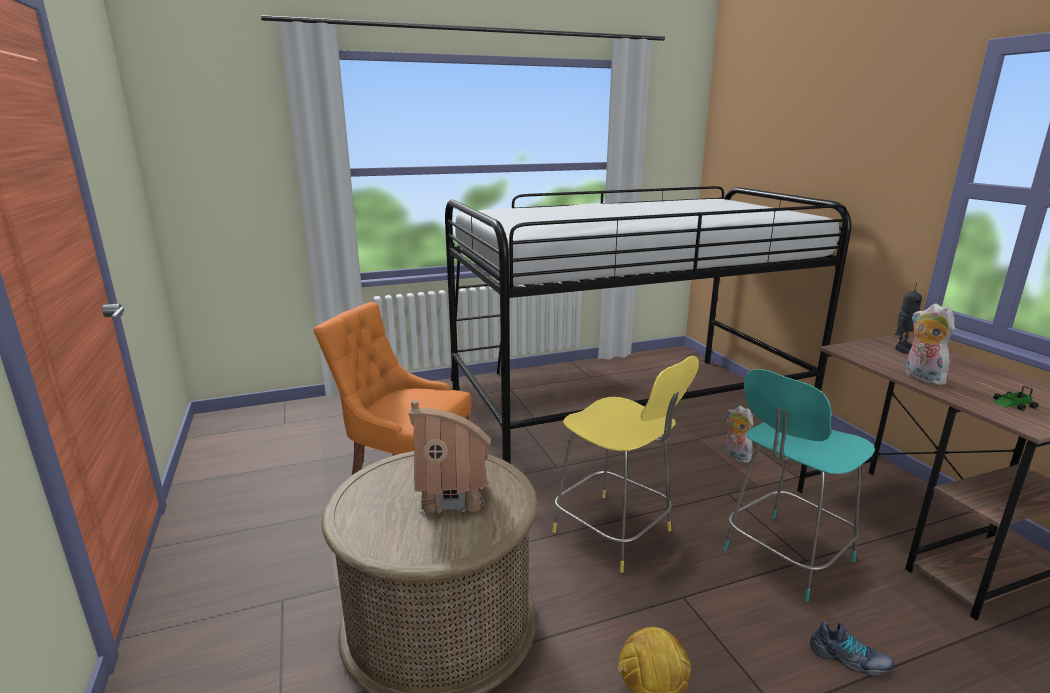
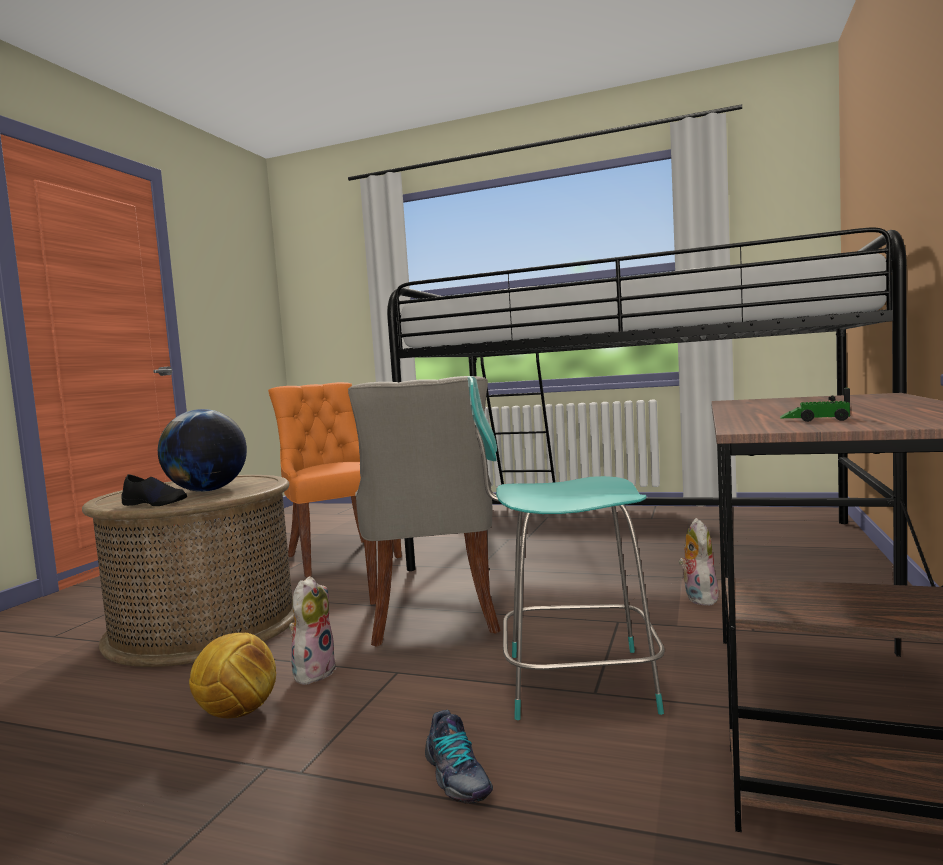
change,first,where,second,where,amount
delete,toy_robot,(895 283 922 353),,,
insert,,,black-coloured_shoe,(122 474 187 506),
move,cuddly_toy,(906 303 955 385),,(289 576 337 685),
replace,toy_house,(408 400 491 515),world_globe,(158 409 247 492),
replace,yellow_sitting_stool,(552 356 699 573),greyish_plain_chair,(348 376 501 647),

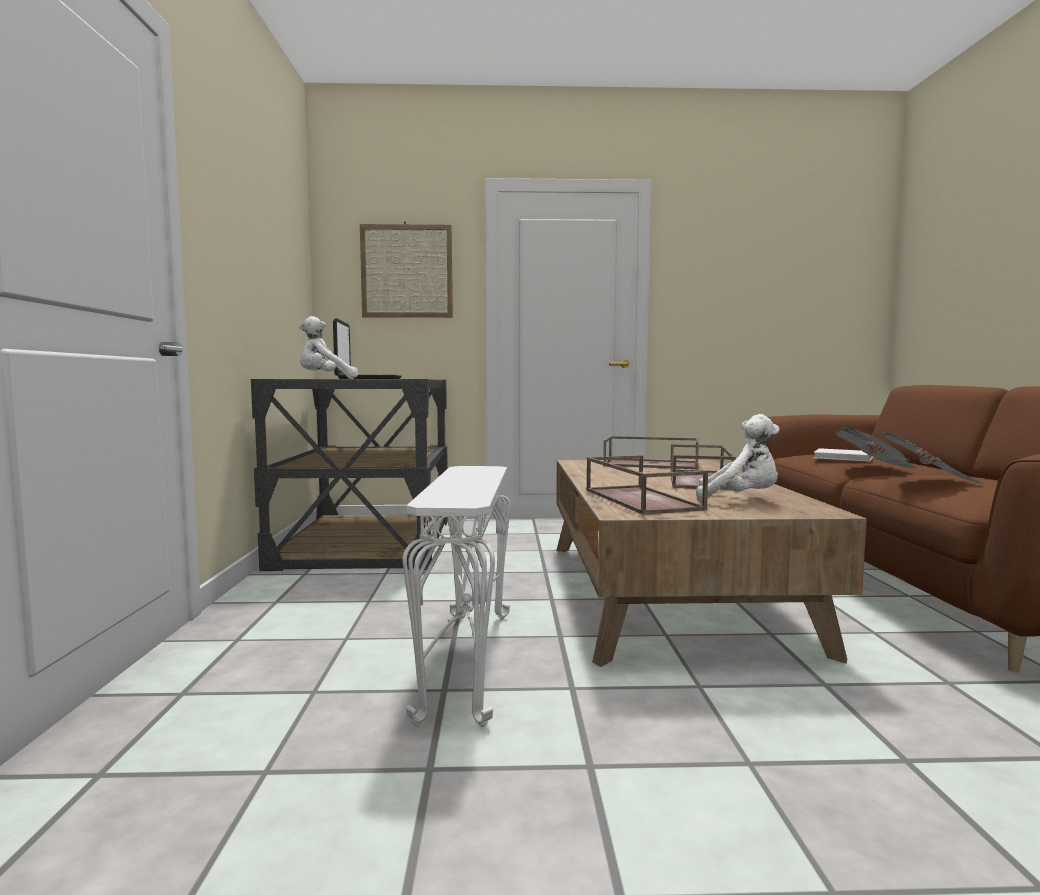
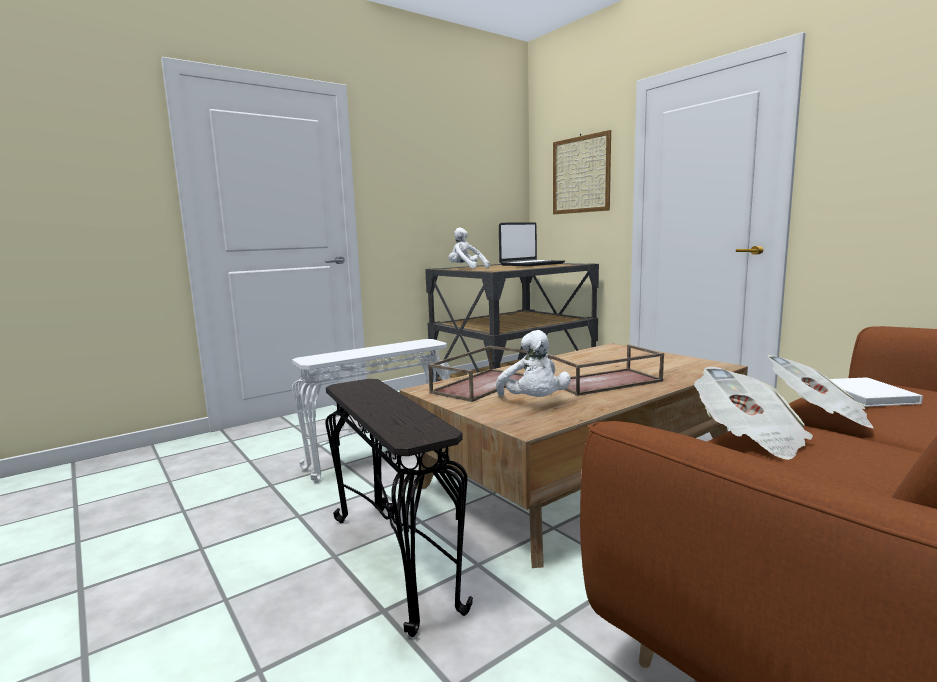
change,first,where,second,where,amount
delete,brown-coloured_serving_tray,(603 436 699 469),,,
insert,,,black-coloured_end_table,(325 379 473 637),

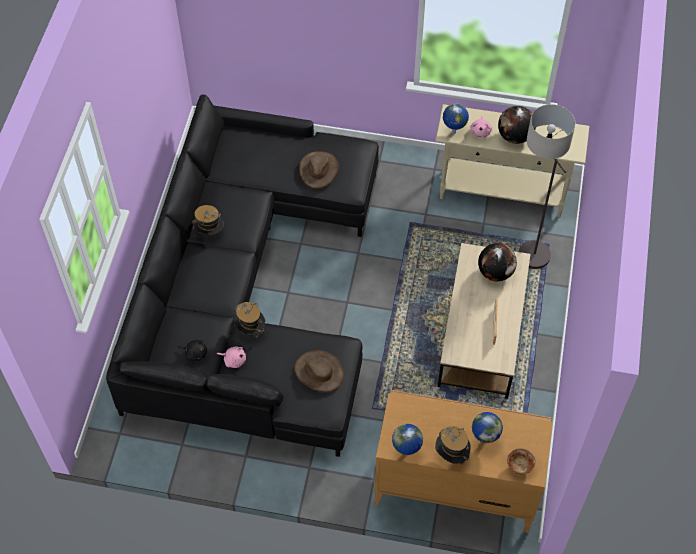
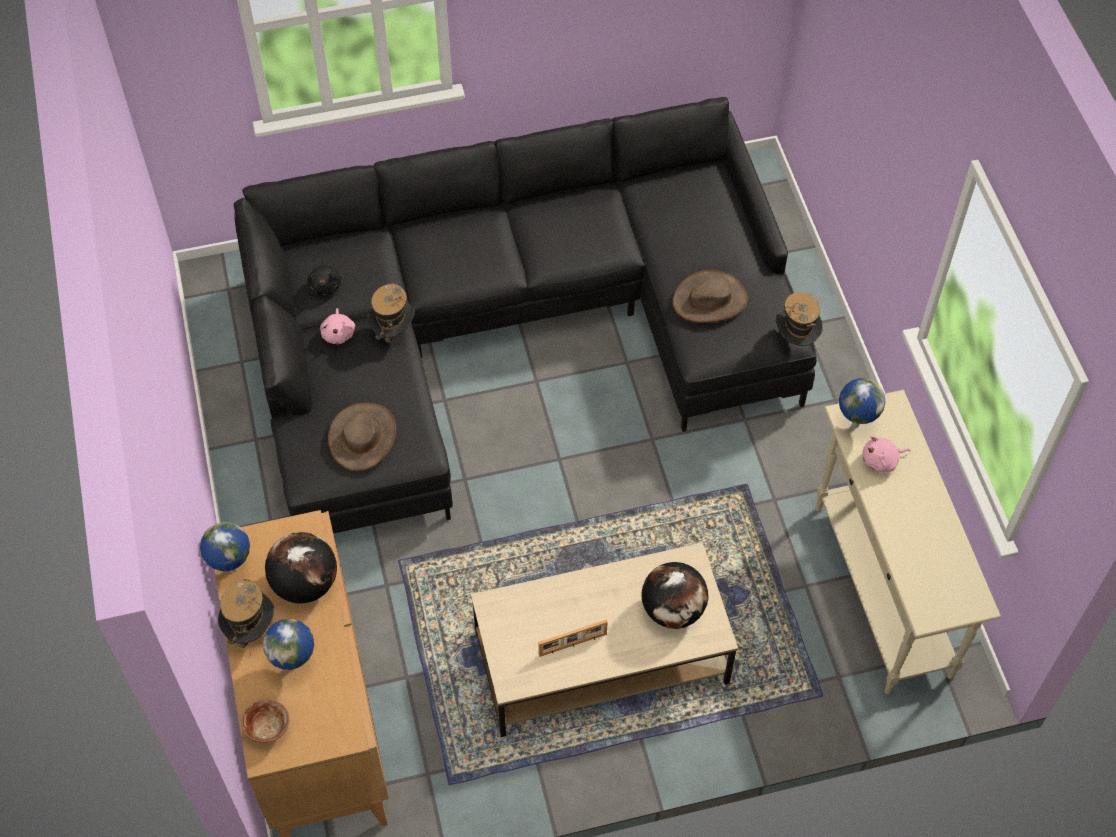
change,first,where,second,where,amount
delete,greyish_standard_lamp,(519 104 575 269),,,
move,wearable_hat,(192 205 224 236),,(776 292 823 346),
move,world_globe,(498 106 536 144),,(265 532 337 603),

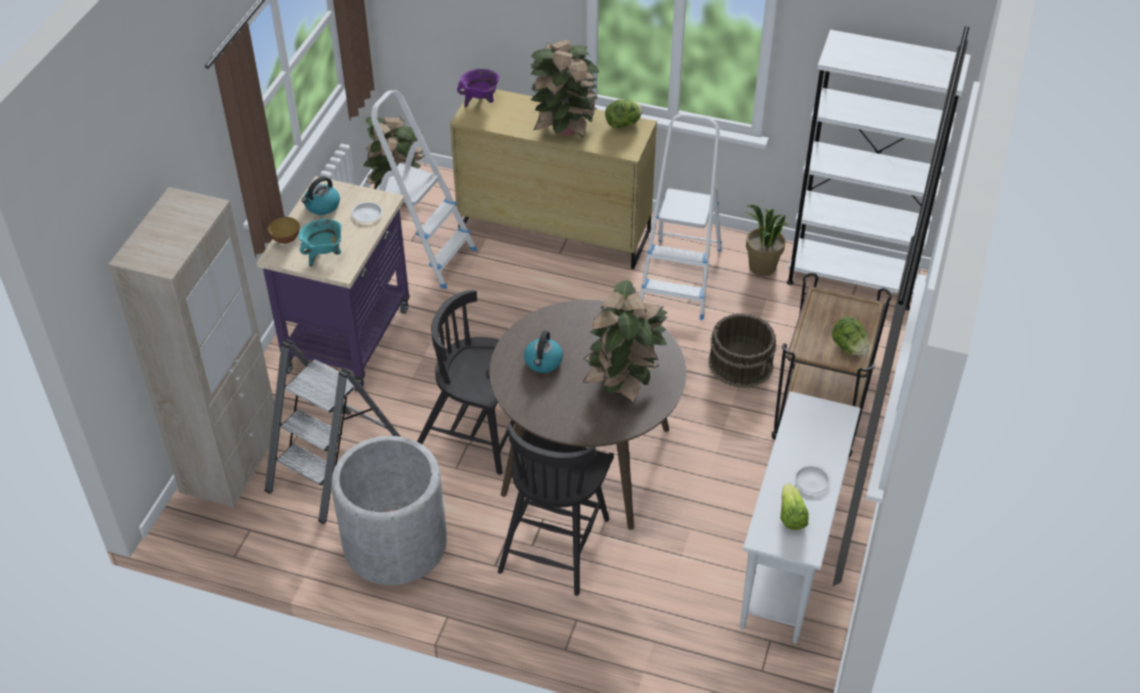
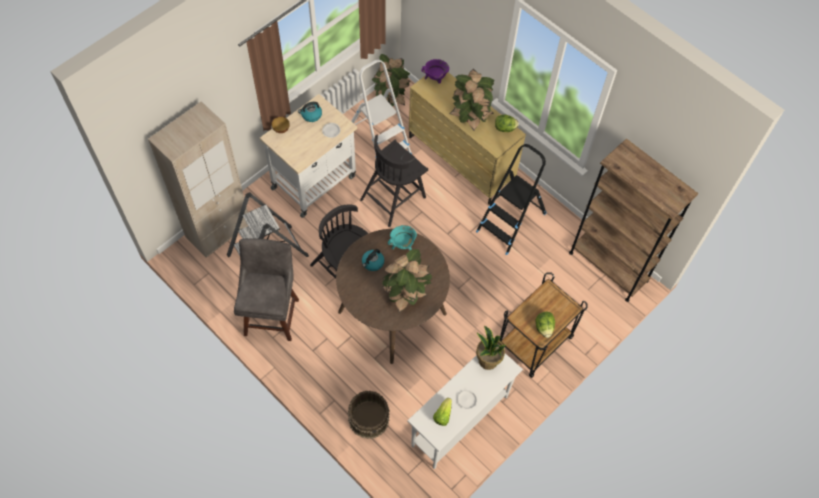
change,first,where,second,where,amount
move,turquoise-coloured_cooking_pot,(298 219 342 267),,(388 225 417 250),
move,black-coloured_plain_chair,(498 422 614 596),,(360 134 428 227),
move,brown-coloured_pail,(708 313 776 388),,(348 391 390 439),
move,houseplant,(746 205 790 276),,(476 326 506 370),
replace,greyish_planter,(331 436 447 585),greyish_sitting_stool,(234 238 299 341),
recolor,purplish_cart,(257 176 410 392),whitish_cart,(260 94 357 218),
recolor,whitish_stepladder,(640 113 722 320),black-coloured_stepladder,(476 144 547 255),
recolor,whitish_shelving_unit,(787 30 971 310),brown-coloured_shelving_unit,(569 139 698 302),

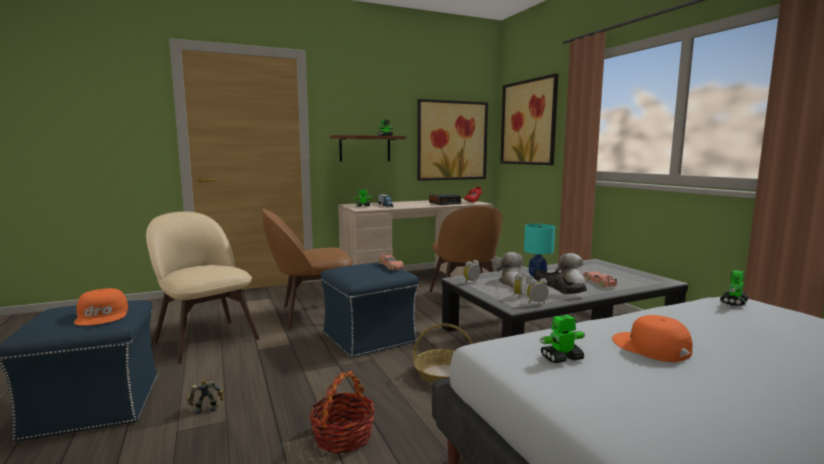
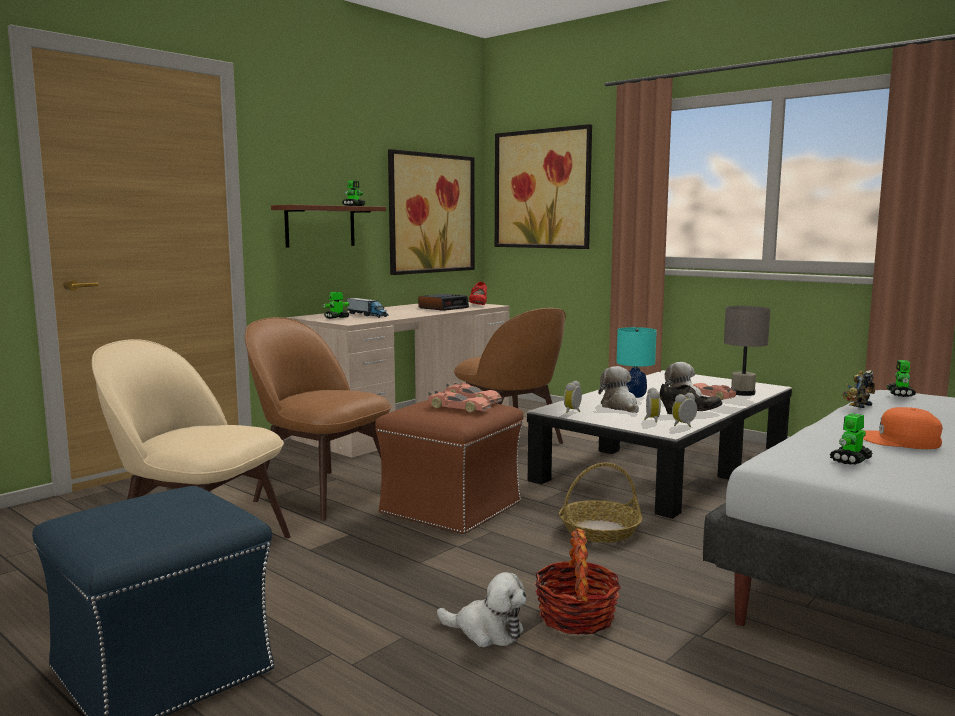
change,first,where,second,where,amount
delete,orange_baseball_cap,(74 288 128 326),,,
insert,,,miniature_car,(428 390 491 412),
insert,,,cuddly_toy,(437 572 527 647),
insert,,,greyish_table_lamp,(724 306 770 396),
move,toy_robot,(186 380 224 414),,(842 370 875 408),
recolor,blue_ottoman,(320 262 419 358),brown-coloured_ottoman,(375 400 524 535),
rotate,brown-coloured_plain_chair,(262 208 353 330),,(245 317 392 521),75 degrees clockwise

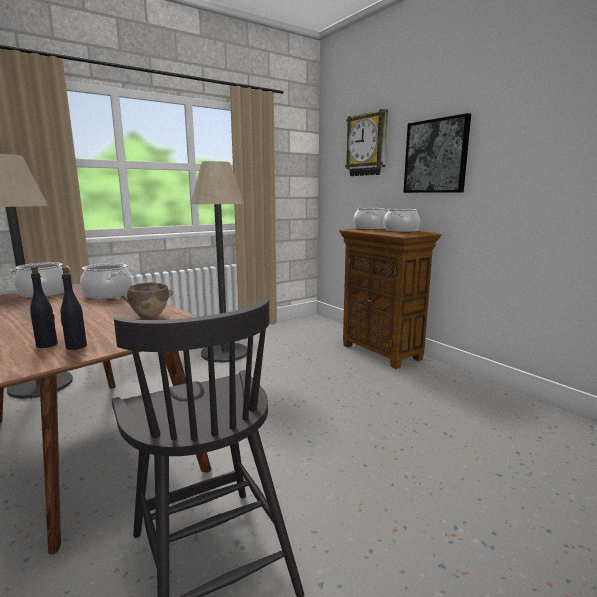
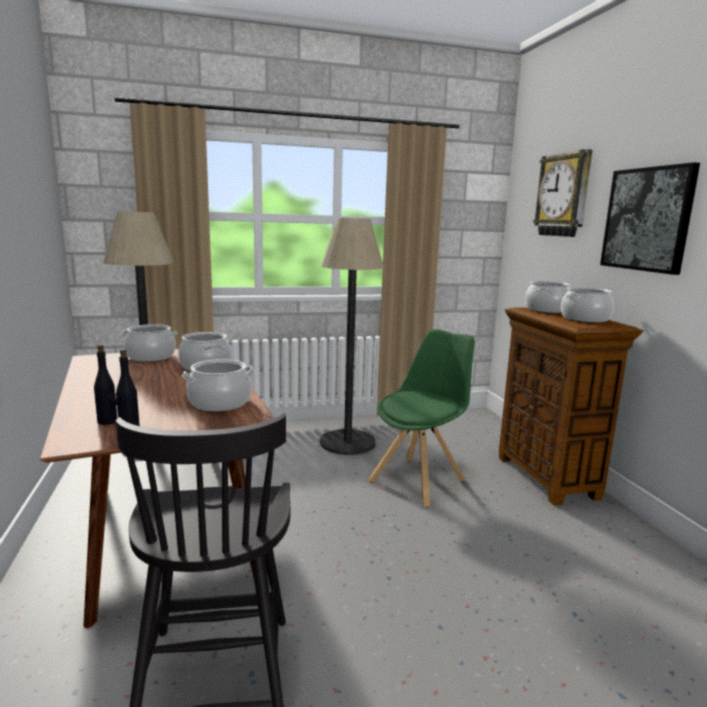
change,first,where,second,where,amount
insert,,,green_plain_chair,(368 329 475 507),
replace,brown-coloured_bowl,(122 282 173 319),cooking_pot,(182 359 254 411),

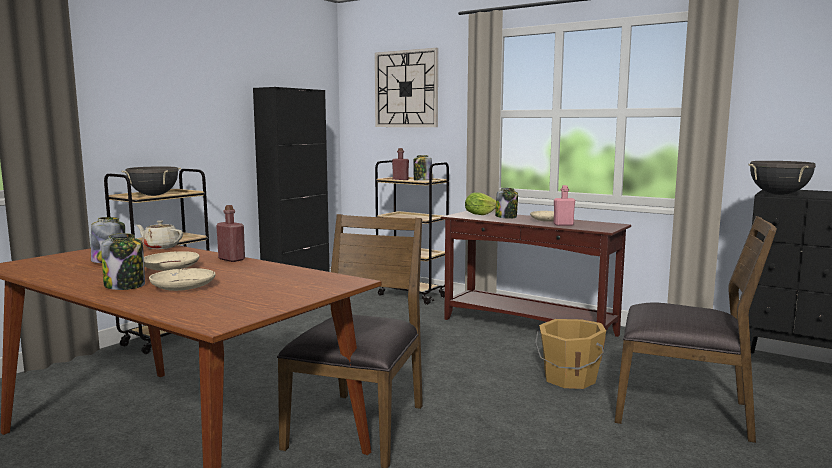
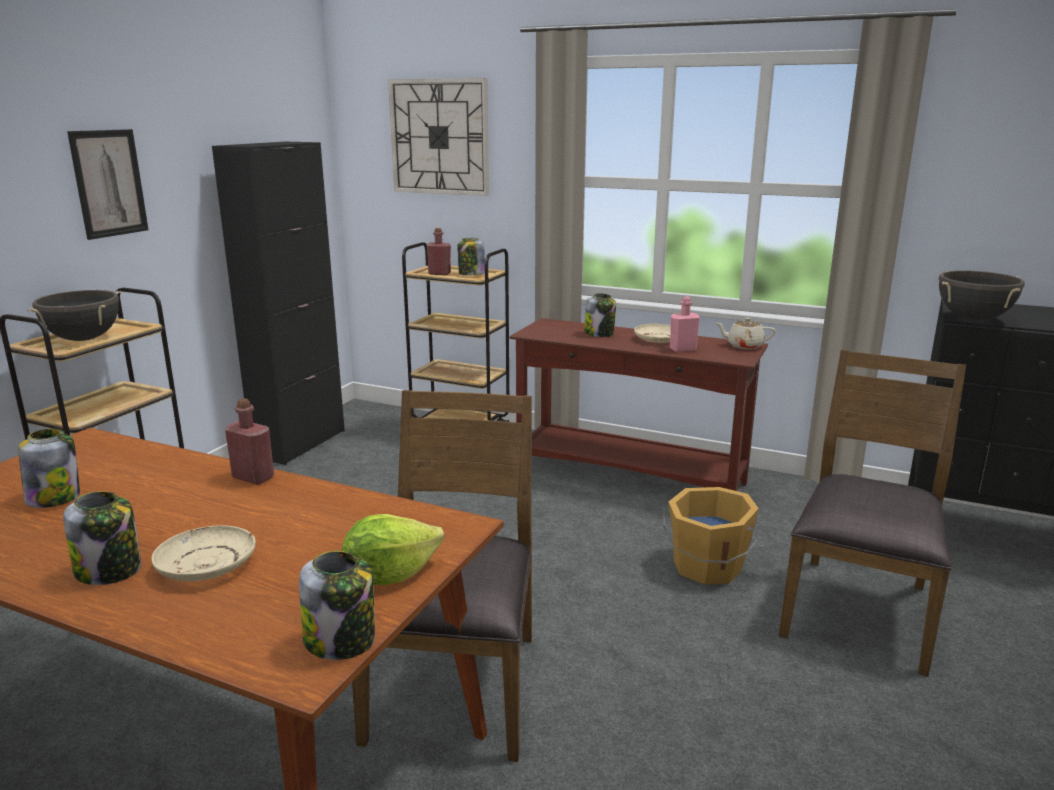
change,first,where,second,where,amount
delete,beige-coloured_dinner_plate,(144 251 199 271),,,
insert,,,picture,(67 129 149 240),
insert,,,preserve_jar,(299 551 375 660),
move,beige-coloured_pot_for_tea,(136 220 183 249),,(716 318 775 349),
move,lettuce_head,(465 193 496 215),,(342 514 444 585),
rotate,brown-coloured_plain_chair,(614 216 777 443),,(779 350 966 677),75 degrees counterclockwise

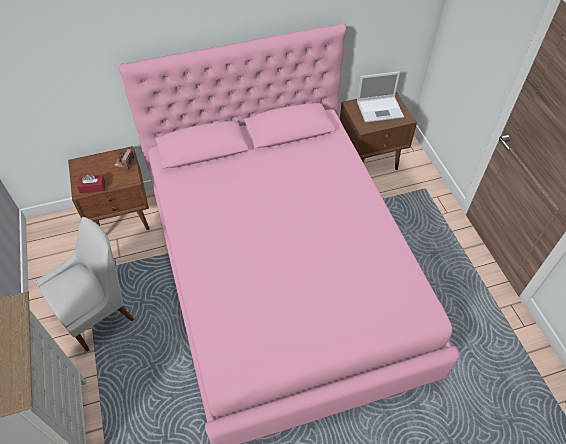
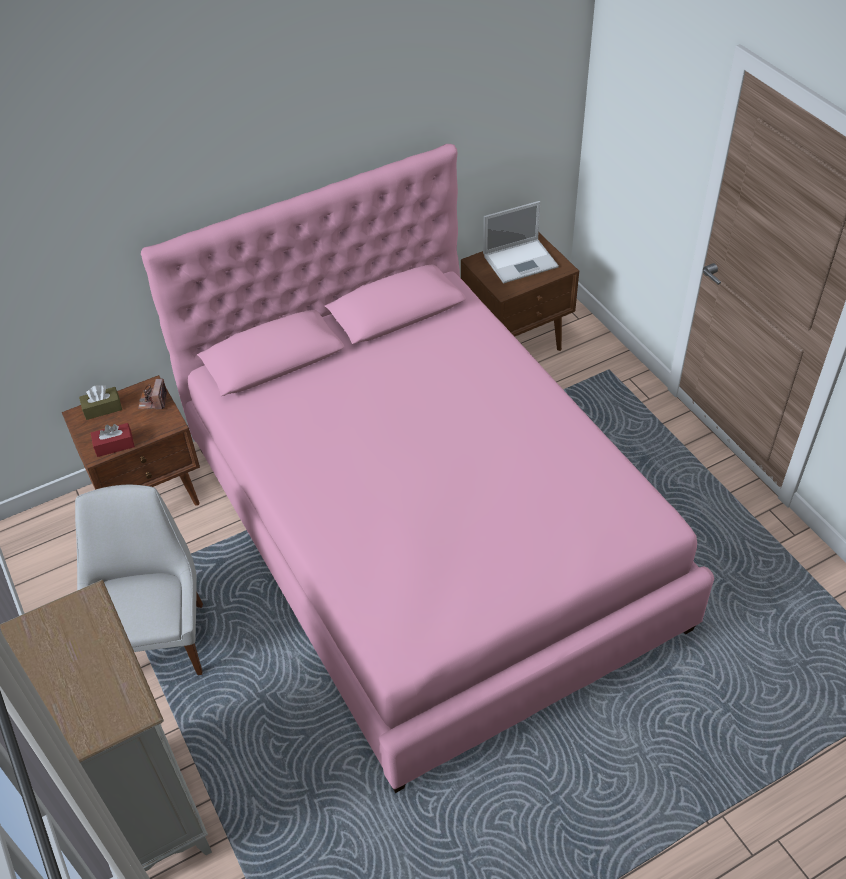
change,first,where,second,where,amount
insert,,,brown-coloured_box_of_tissues,(79 385 122 420),
rotate,whitish_plain_chair,(36 217 134 352),,(75 485 203 675),45 degrees counterclockwise

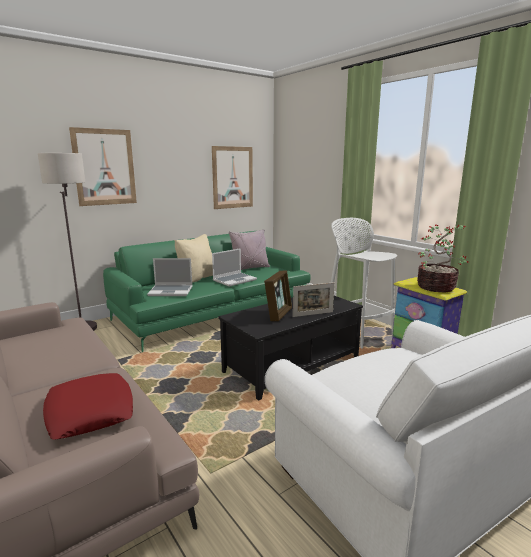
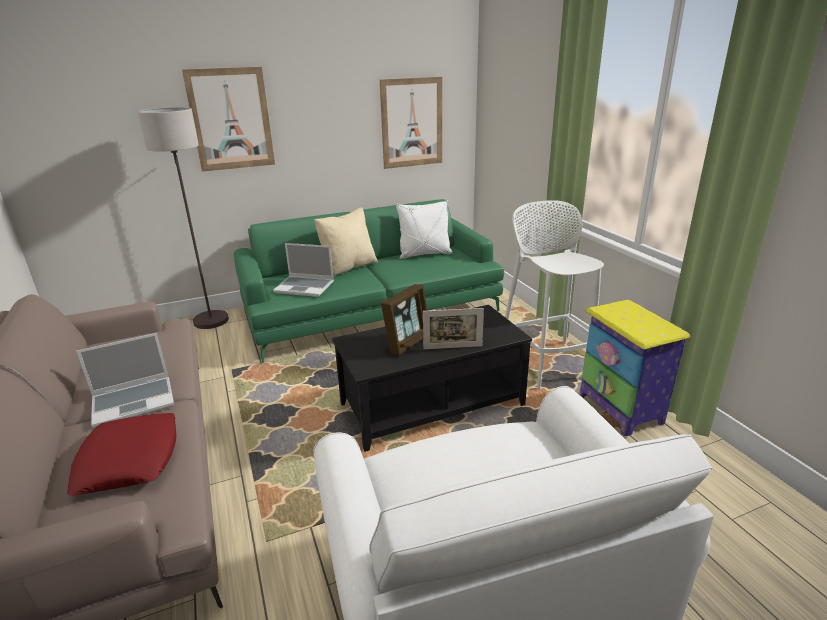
change,first,where,second,where,amount
delete,houseplant,(417 224 469 292),,,
move,laptop,(212 248 257 287),,(76 333 174 428),
recolor,purplish_cushion,(229 230 270 270),whitish_cushion,(396 200 452 259),

